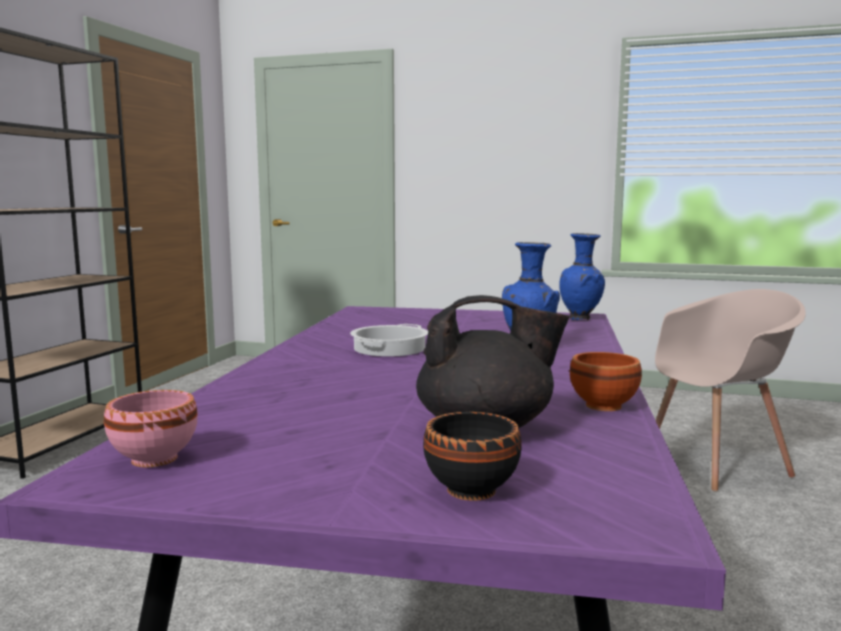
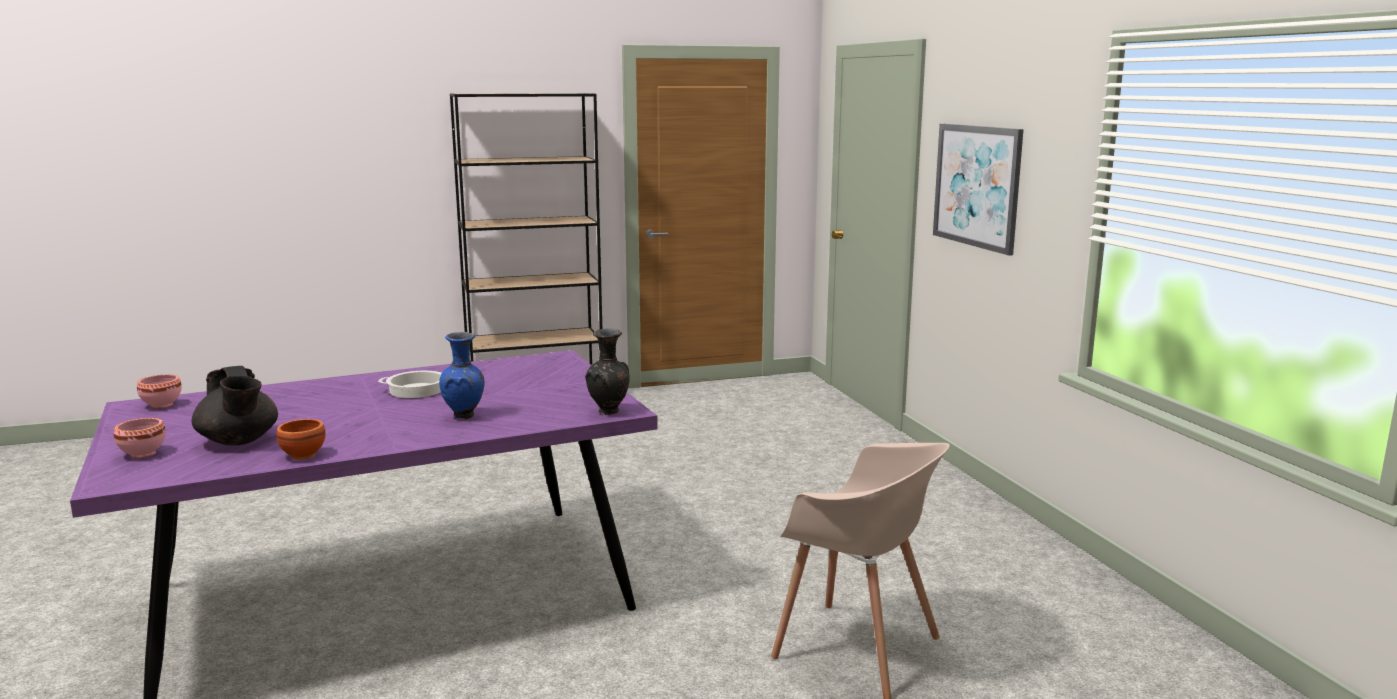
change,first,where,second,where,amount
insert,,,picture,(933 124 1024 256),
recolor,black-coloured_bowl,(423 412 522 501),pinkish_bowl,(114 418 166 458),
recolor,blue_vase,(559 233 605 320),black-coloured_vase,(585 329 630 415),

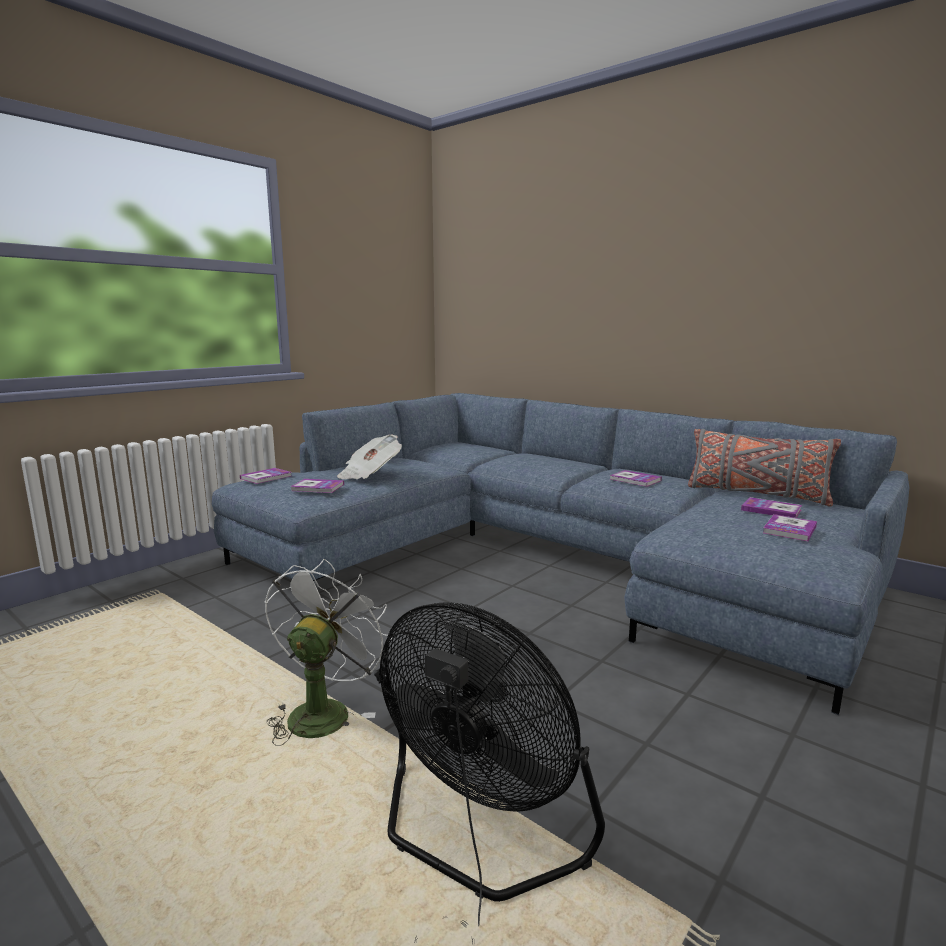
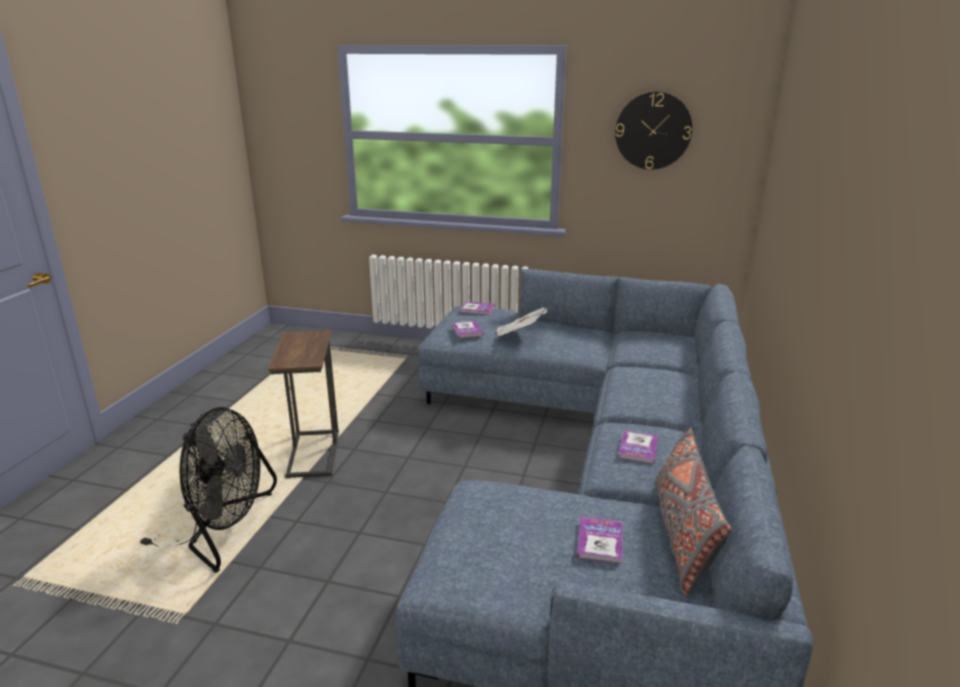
change,first,where,second,where,amount
delete,volume,(763 514 817 541),,,
insert,,,wall_clock,(615 92 692 170),
replace,whitish_fan,(265 559 392 746),brown-coloured_end_table,(268 330 339 478),

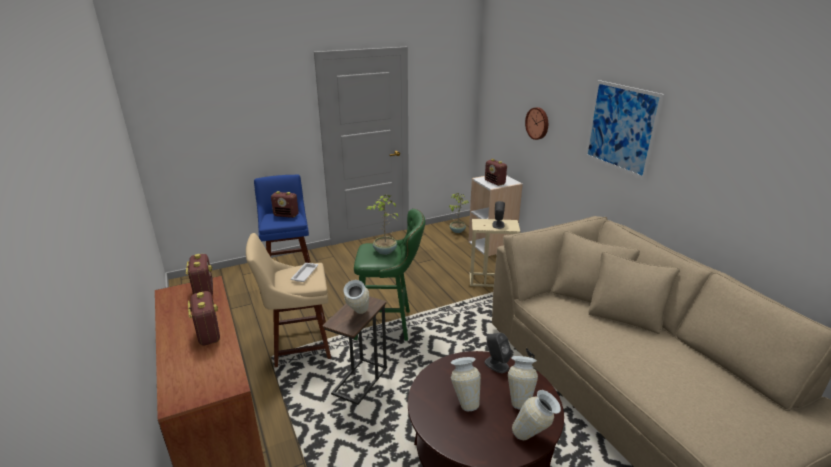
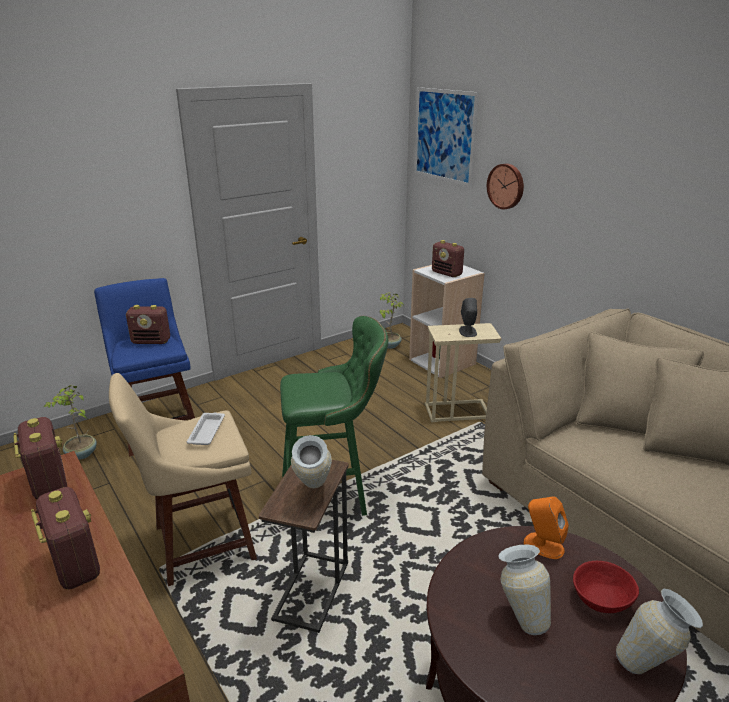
change,first,where,second,where,amount
move,houseplant,(367 194 399 255),,(44 384 97 460),
move,picture,(585 80 665 180),,(414 87 479 187),
replace,vase,(508 356 538 410),reddish_bowl,(573 561 639 613),
recolor,greyish_speaker,(484 333 512 373),orange_speaker,(524 496 569 559),

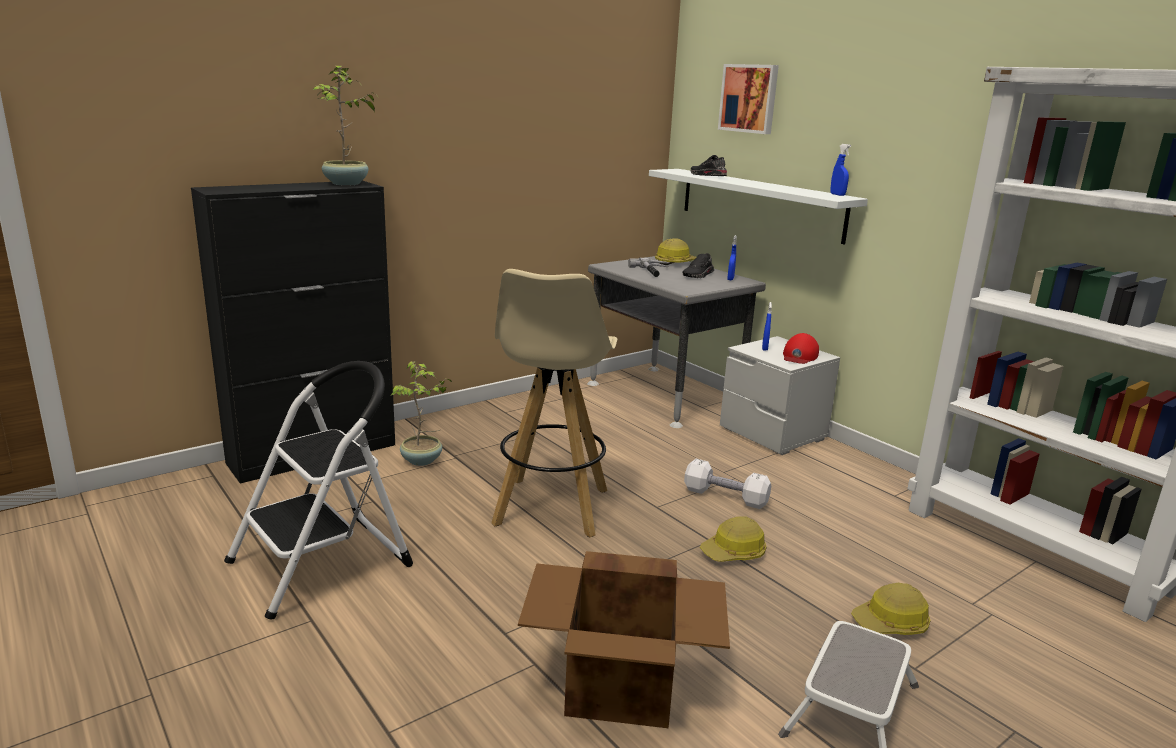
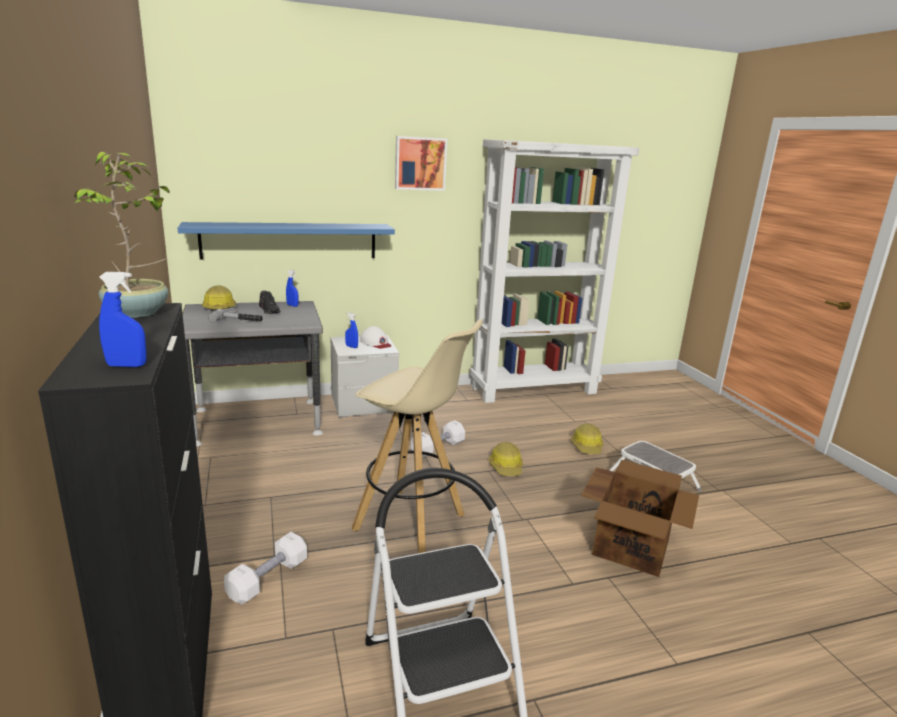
change,first,where,second,where,amount
delete,black-coloured_shoe,(691 155 727 176),,,
move,picture,(718 64 779 134),,(395 136 447 191),
move,blue_hand_sprayer,(830 144 851 196),,(99 272 147 367),
replace,houseplant,(391 361 452 466),whitish_free_weight,(224 532 307 605),
recolor,whitish_wall_shelf,(649 169 868 244),blue_wall_shelf,(178 222 395 259),
recolor,reddish_baseball_cap,(783 333 819 364),whitish_baseball_cap,(360 326 391 348),

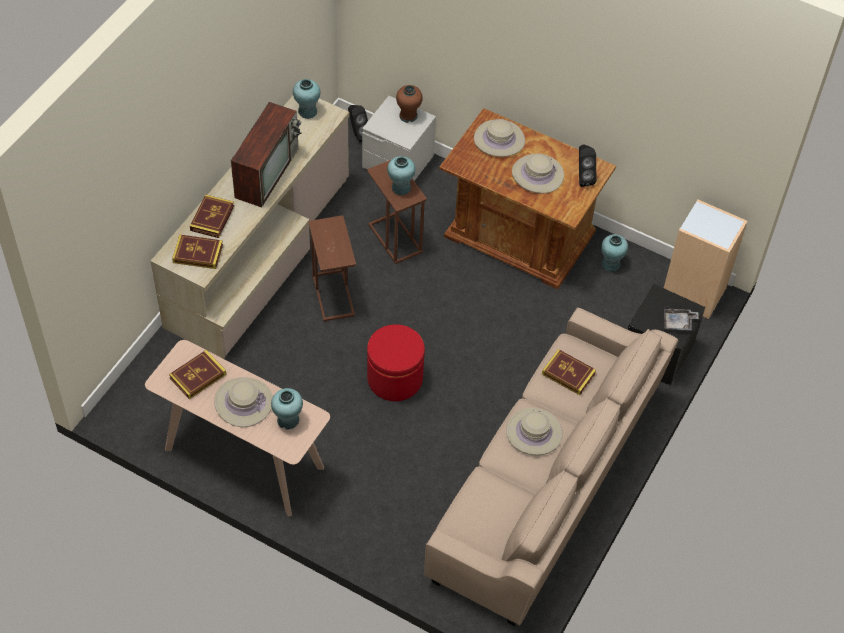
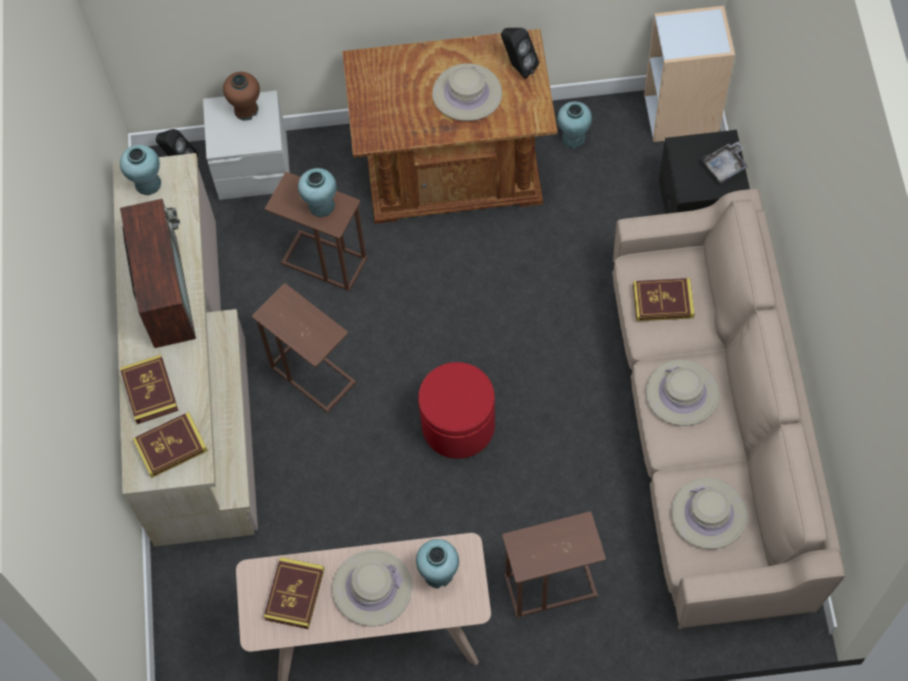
change,first,where,second,where,amount
insert,,,brown-coloured_end_table,(502 512 606 618),
move,beige-coloured_wearable_hat,(474 119 525 157),,(671 478 748 549),

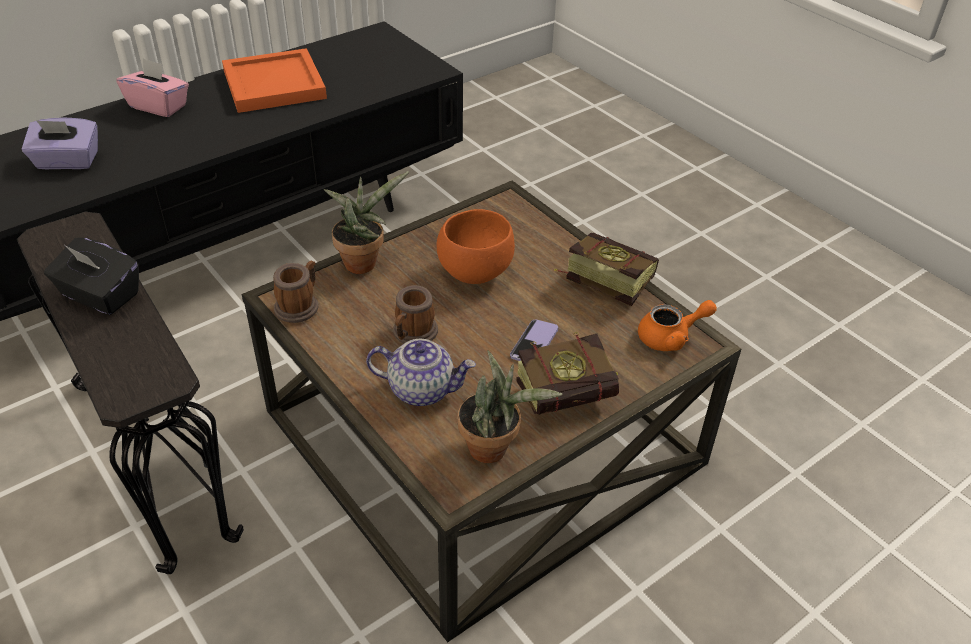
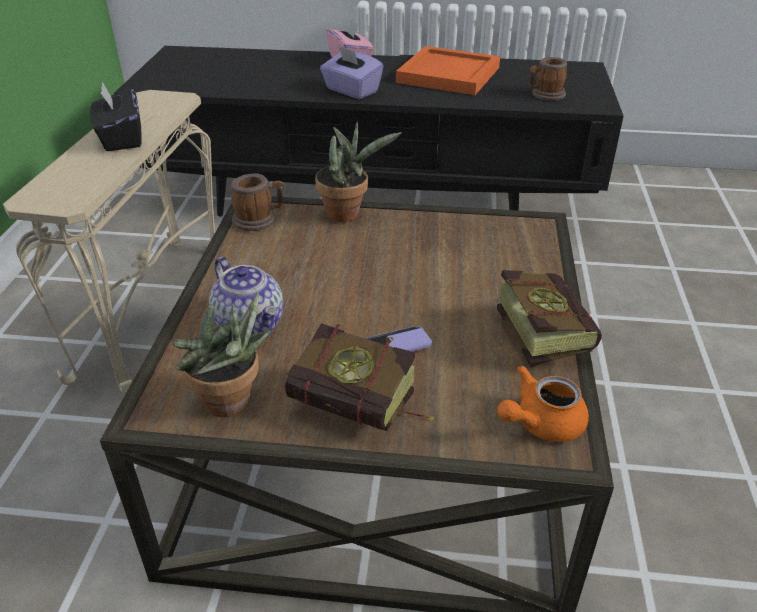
change,first,where,second,where,amount
delete,orange_bowl,(437 209 515 284),,,
move,purplish_box_of_tissues,(22 117 98 169),,(320 46 383 99),
move,tea_mug,(393 285 438 344),,(529 57 567 101),
recolor,black-coloured_end_table,(17 212 244 574),beige-coloured_end_table,(3 90 215 394),
rotate,orange_pot_for_tea,(638 300 717 351),,(497 365 589 442),120 degrees clockwise

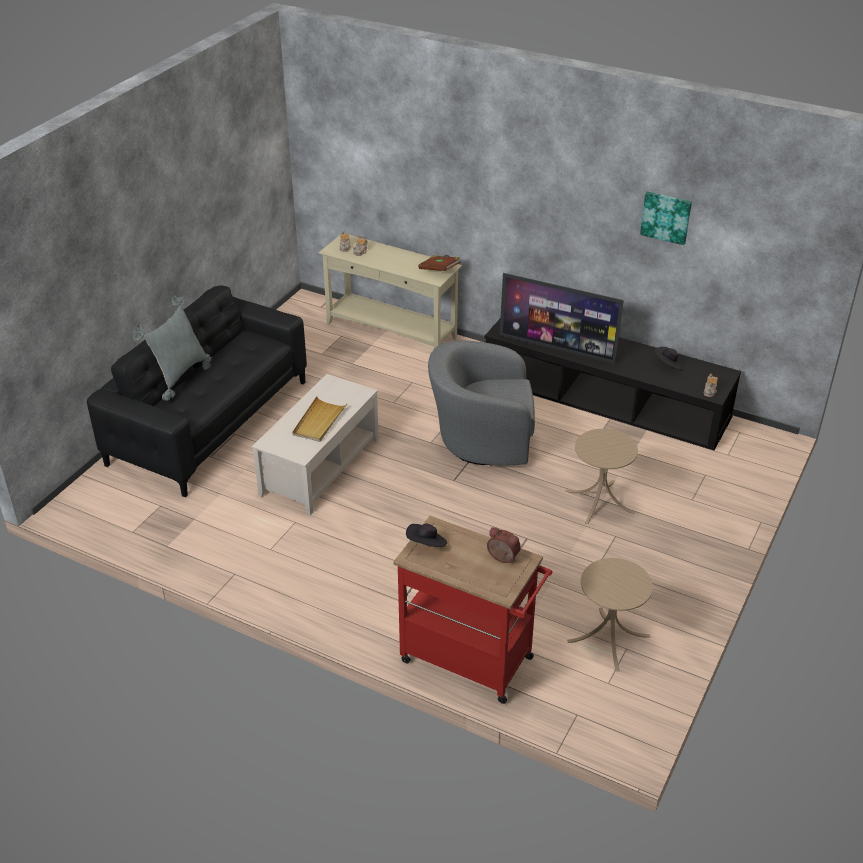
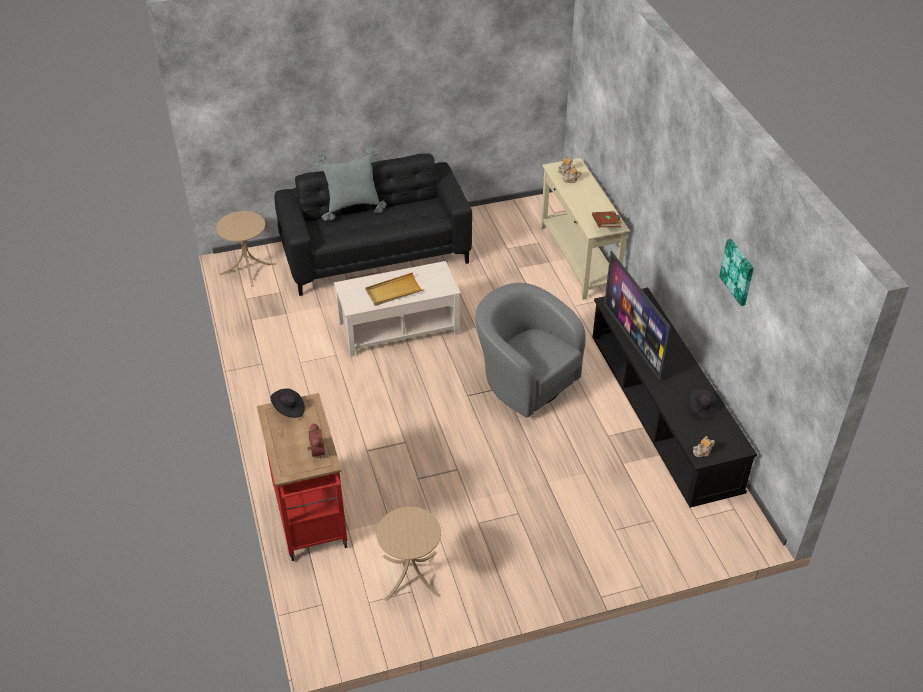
change,first,where,second,where,amount
move,beige-coloured_end_table,(566 429 638 525),,(216 211 277 287),

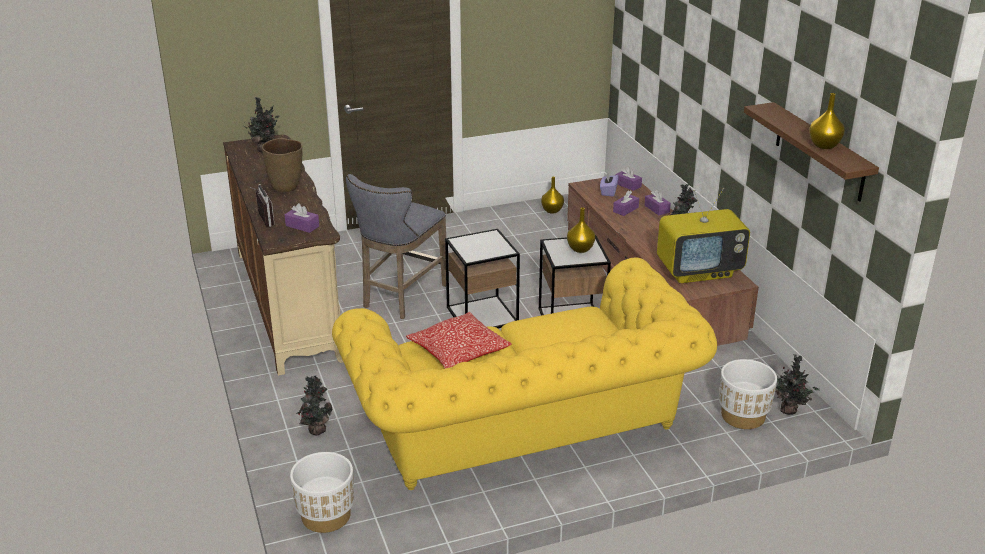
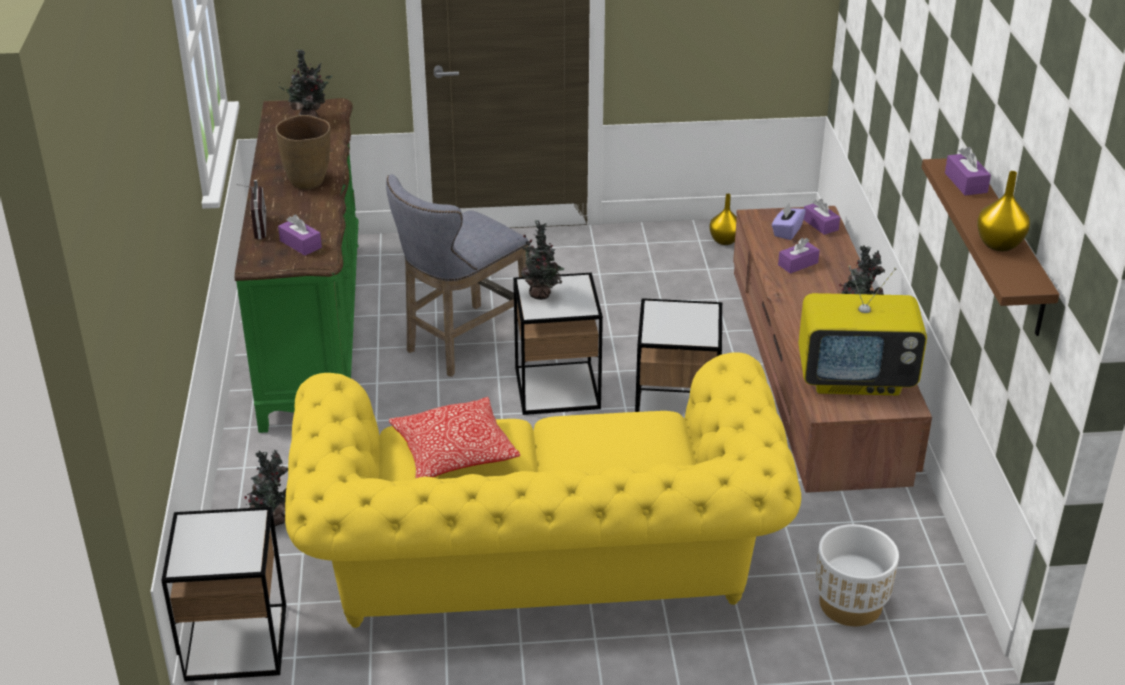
change,first,where,second,where,amount
delete,yellow_vase,(567 207 595 253),,,
move,purplish_box_of_tissues,(644 190 671 215),,(945 147 991 196),
move,houseplant,(775 354 820 415),,(518 220 564 300),
replace,whitish_planter,(290 452 354 533),end_table,(161 507 286 681),
recolor,beige-coloured_cupboard,(223 134 343 376),green_cupboard,(235 98 359 433),

